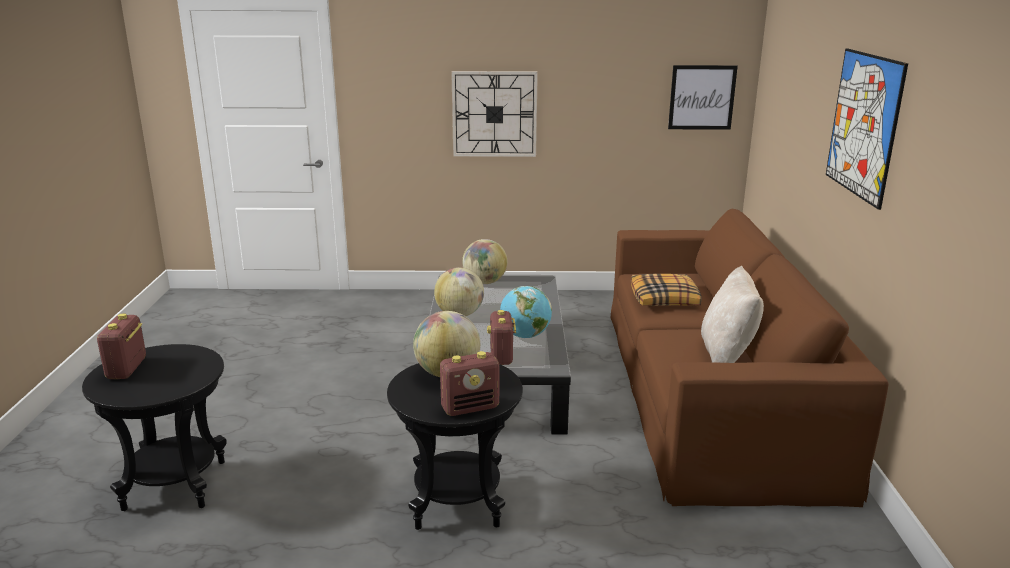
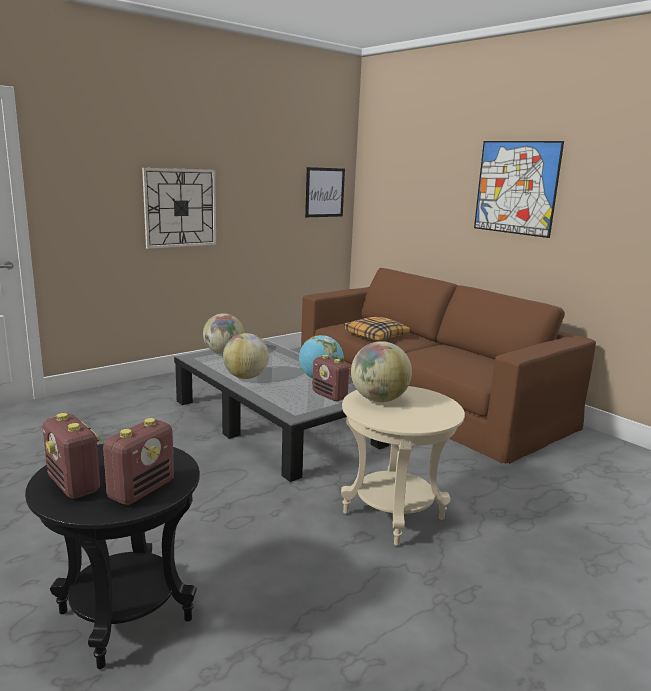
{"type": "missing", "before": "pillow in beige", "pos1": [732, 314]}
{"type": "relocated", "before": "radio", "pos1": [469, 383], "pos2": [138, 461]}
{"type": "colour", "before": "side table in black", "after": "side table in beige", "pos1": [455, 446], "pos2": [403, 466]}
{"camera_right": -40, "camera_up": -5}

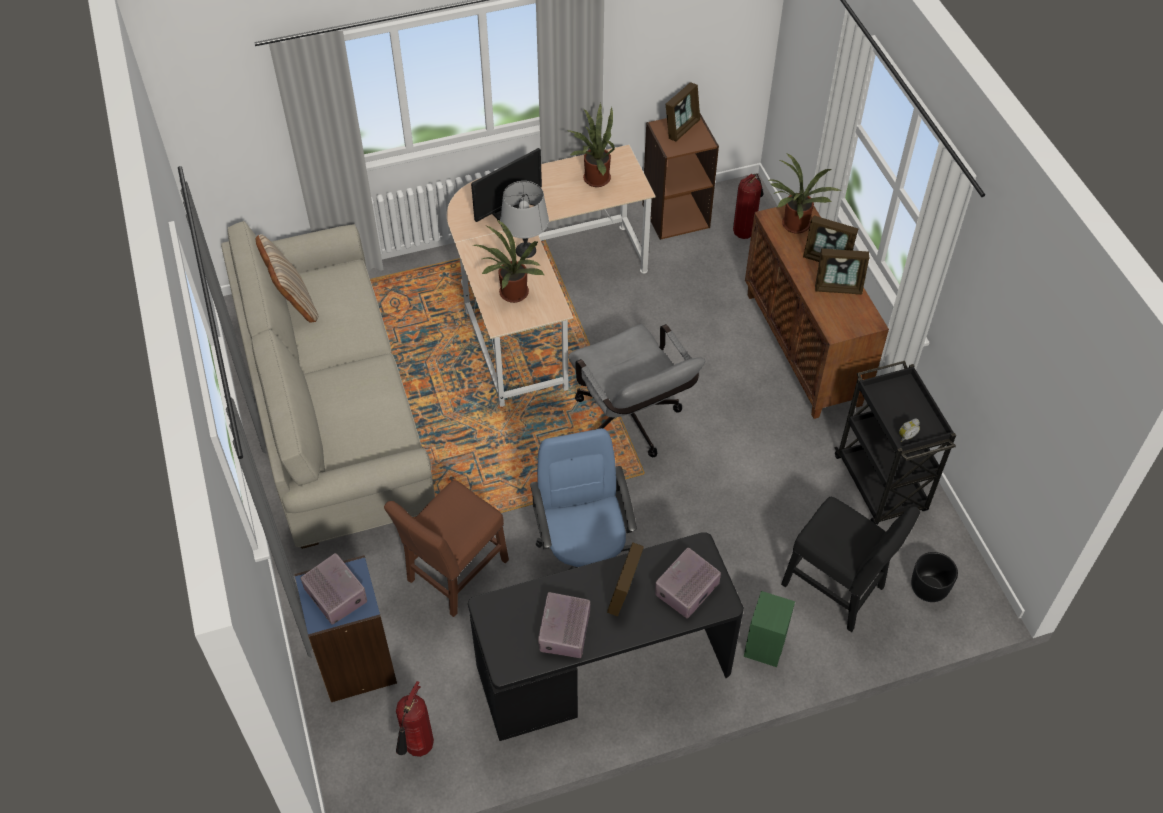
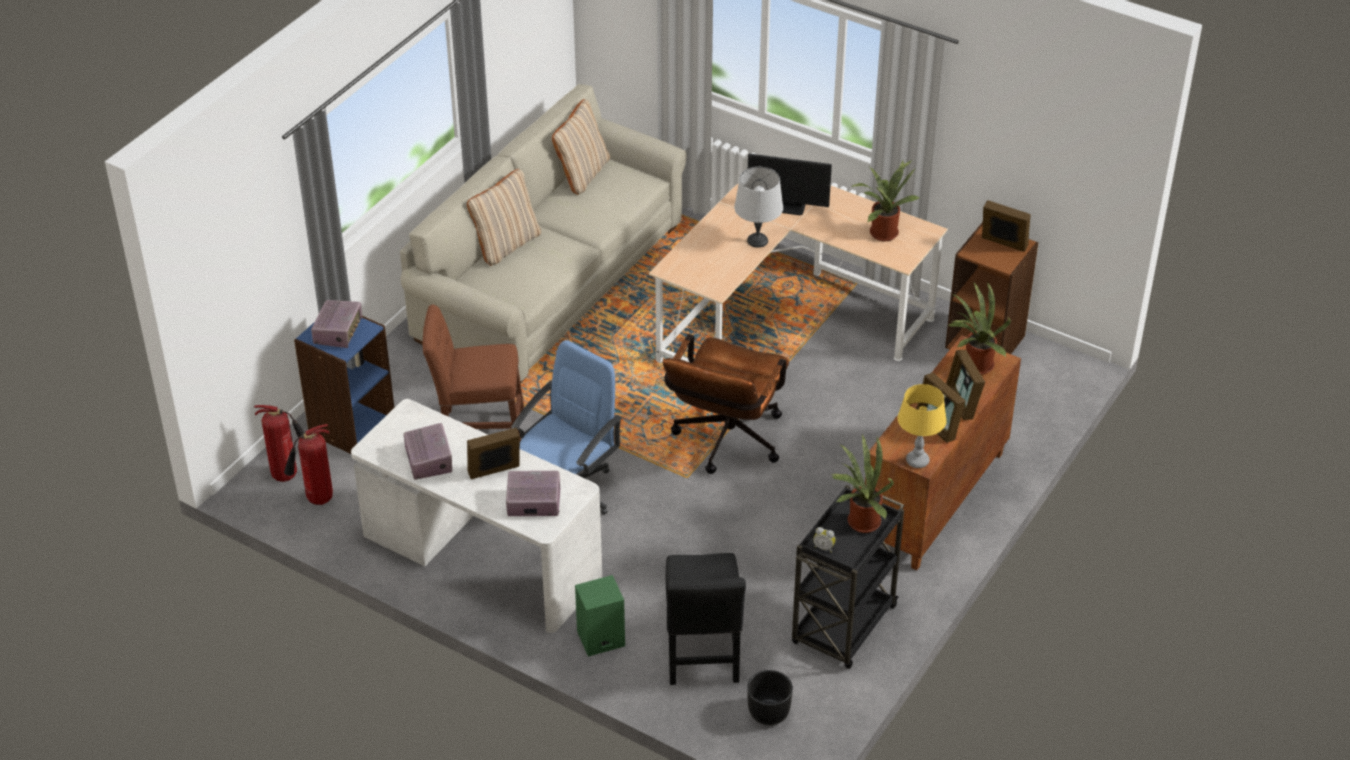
{"type": "appeared", "after": "pillow in beige", "pos2": [504, 217]}
{"type": "appeared", "after": "table lamp in yellow", "pos2": [922, 426]}
{"type": "relocated", "before": "potted plant", "pos1": [508, 261], "pos2": [861, 484]}
{"type": "relocated", "before": "fire extinguisher", "pos1": [748, 206], "pos2": [279, 443]}
{"type": "colour", "before": "desk in black", "after": "desk in white", "pos1": [606, 636], "pos2": [476, 516]}
{"type": "colour", "before": "office chair in grey", "after": "office chair in brown", "pos1": [636, 390], "pos2": [725, 404]}
{"type": "spun", "before": "radio", "pos1": [564, 625], "pos2": [428, 451], "turn": 105}
{"type": "spun", "before": "picture frame", "pos1": [683, 111], "pos2": [1006, 226], "turn": -150}
{"camera_right": 50, "camera_up": -10}

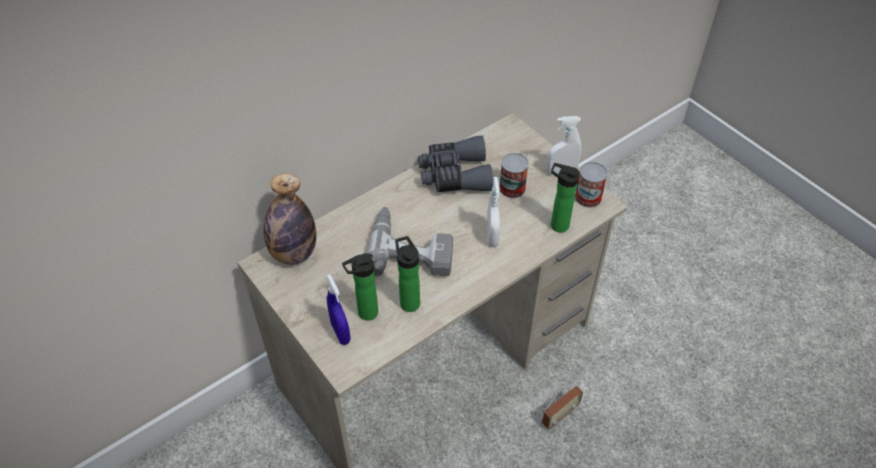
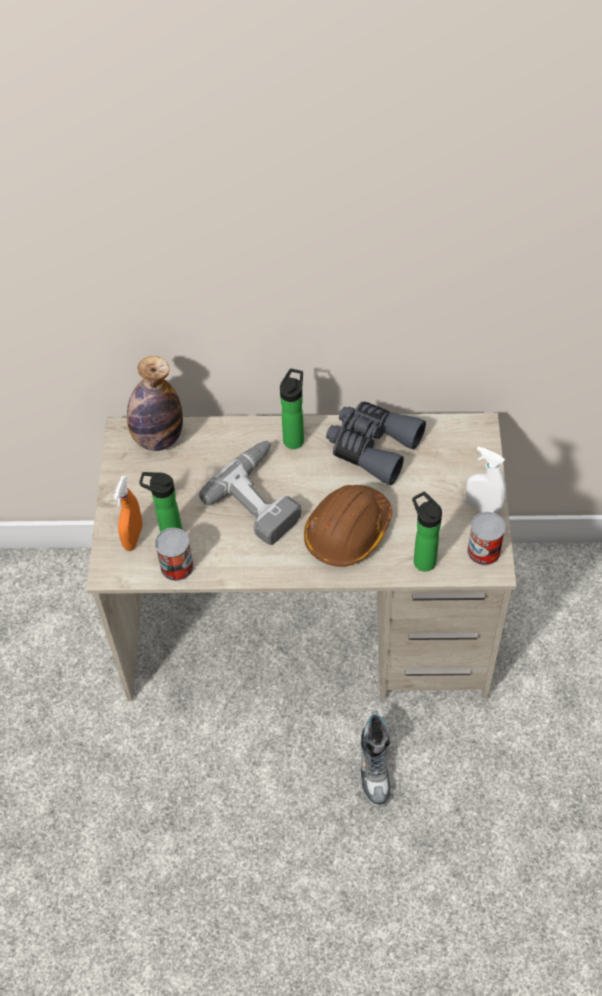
{"type": "relocated", "before": "bottle", "pos1": [407, 274], "pos2": [292, 409]}
{"type": "relocated", "before": "can", "pos1": [514, 175], "pos2": [174, 554]}
{"type": "exchanged", "before": "spray bottle in white", "after": "hard hat in brown", "pos1": [493, 212], "pos2": [348, 526]}
{"type": "exchanged", "before": "radio", "after": "shoe", "pos1": [562, 406], "pos2": [376, 759]}
{"type": "colour", "before": "spray bottle in blue", "after": "spray bottle in orange", "pos1": [338, 309], "pos2": [128, 513]}
{"camera_right": 40, "camera_up": 5}

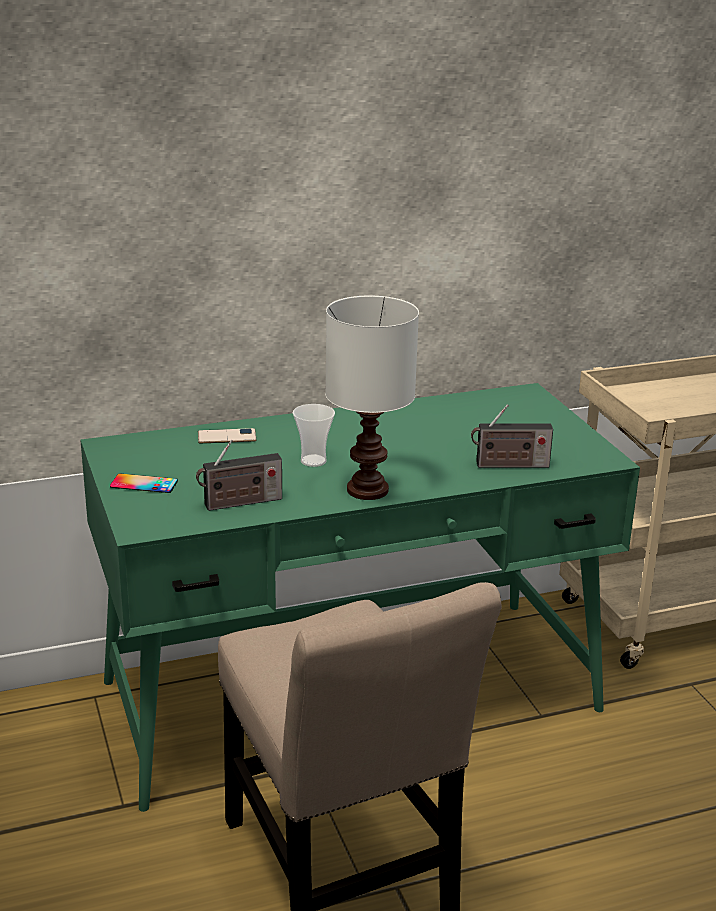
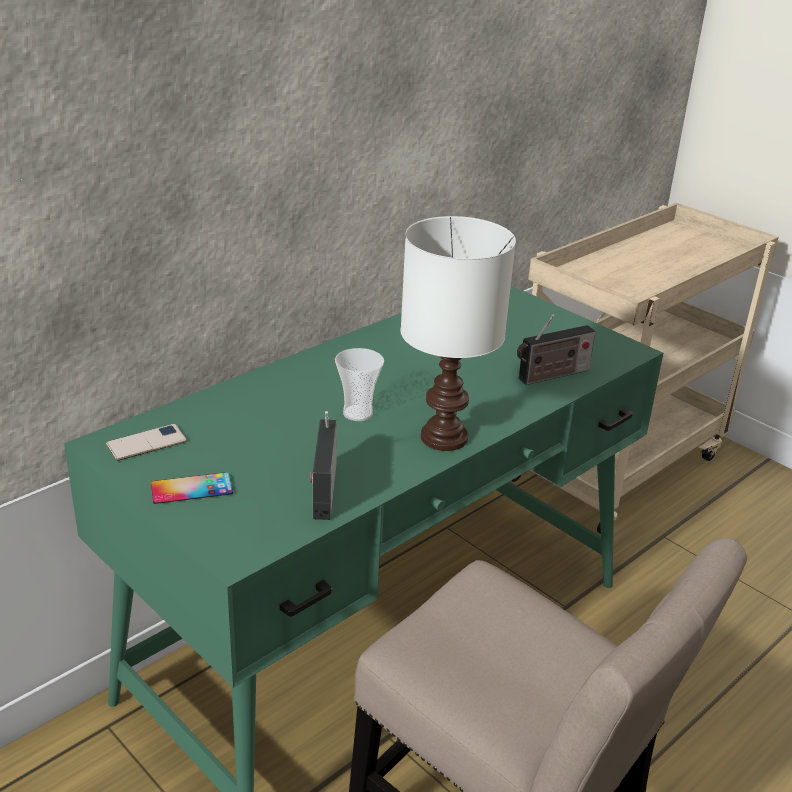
{"type": "relocated", "before": "phone", "pos1": [227, 435], "pos2": [146, 442]}
{"type": "spun", "before": "radio", "pos1": [239, 475], "pos2": [323, 465], "turn": 135}
{"camera_right": -25, "camera_up": 5}

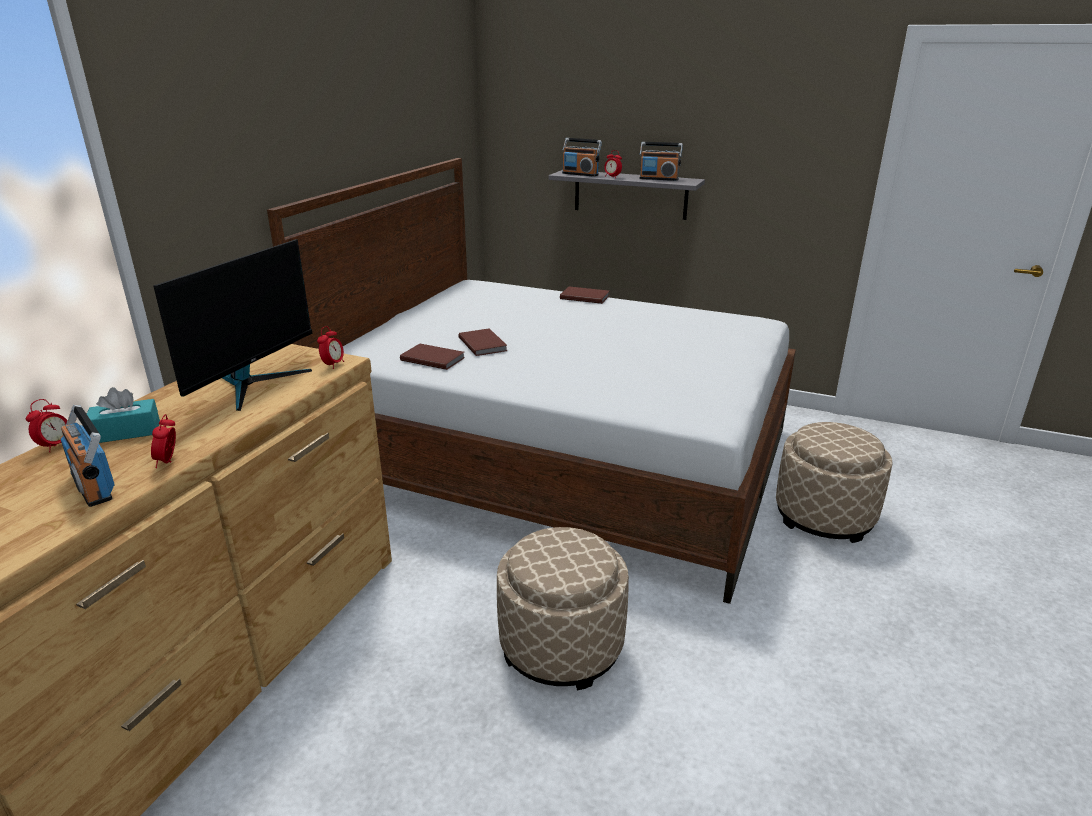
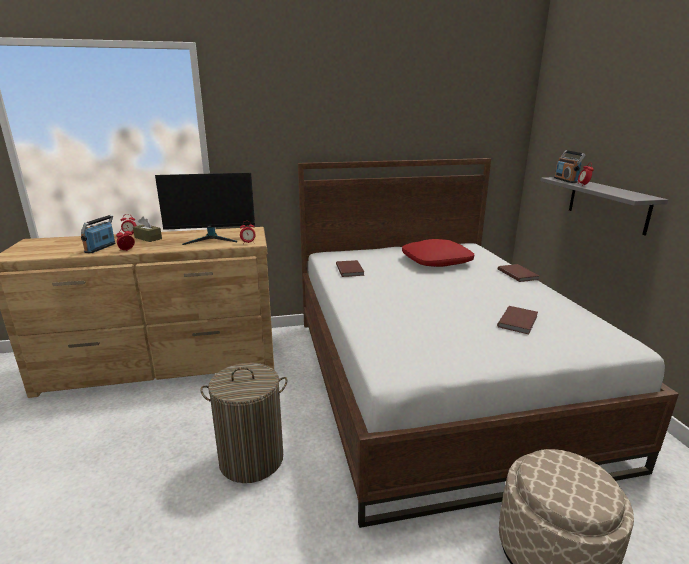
{"type": "missing", "before": "radio", "pos1": [661, 161]}
{"type": "appeared", "after": "pillow in red", "pos2": [438, 253]}
{"type": "relocated", "before": "book in brown", "pos1": [482, 342], "pos2": [517, 320]}
{"type": "exchanged", "before": "ottoman in beige", "after": "laundry basket", "pos1": [563, 608], "pos2": [243, 423]}
{"type": "colour", "before": "tissue box in turquoise", "after": "tissue box in brown", "pos1": [123, 415], "pos2": [147, 229]}
{"camera_right": 55, "camera_up": -5}

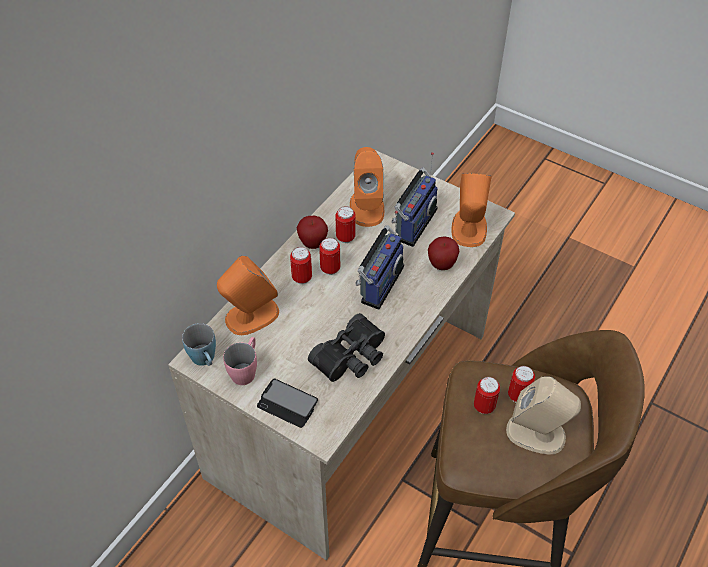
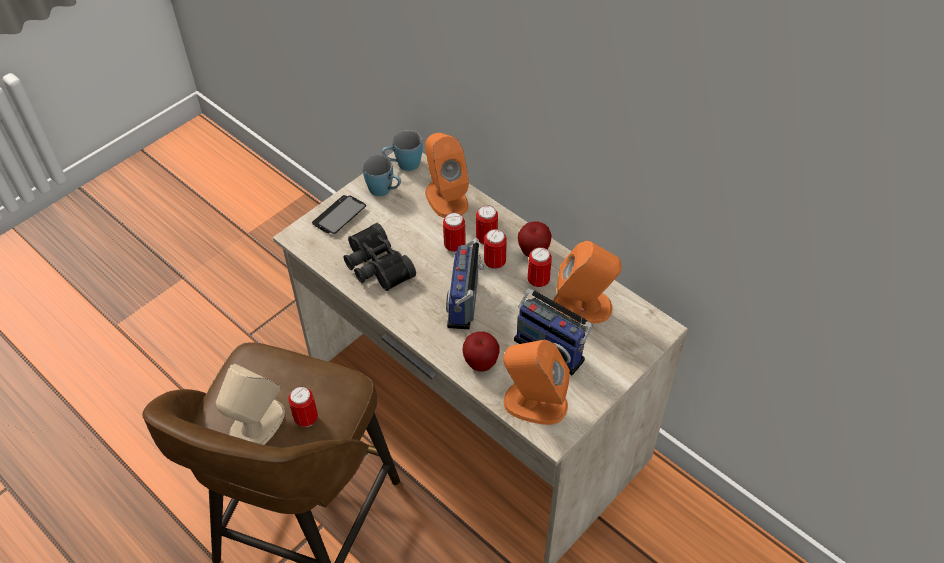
{"type": "relocated", "before": "can", "pos1": [487, 395], "pos2": [454, 232]}
{"type": "colour", "before": "mug in pink", "after": "mug in blue", "pos1": [240, 361], "pos2": [381, 175]}
{"type": "spun", "before": "radio", "pos1": [380, 260], "pos2": [465, 283], "turn": 60}
{"camera_right": 100, "camera_up": 0}

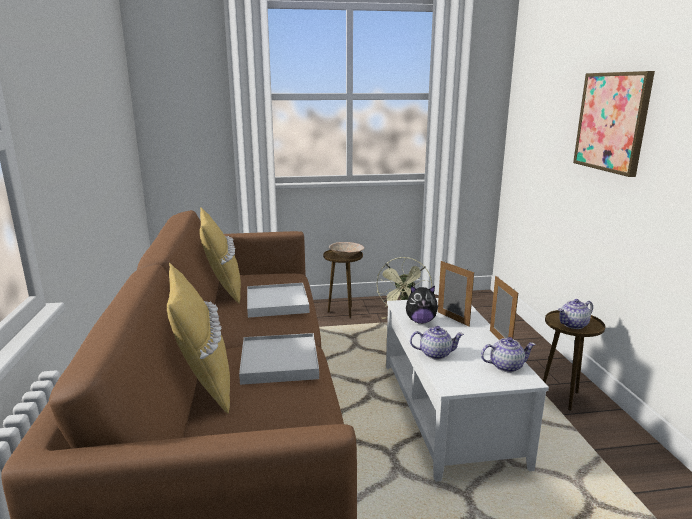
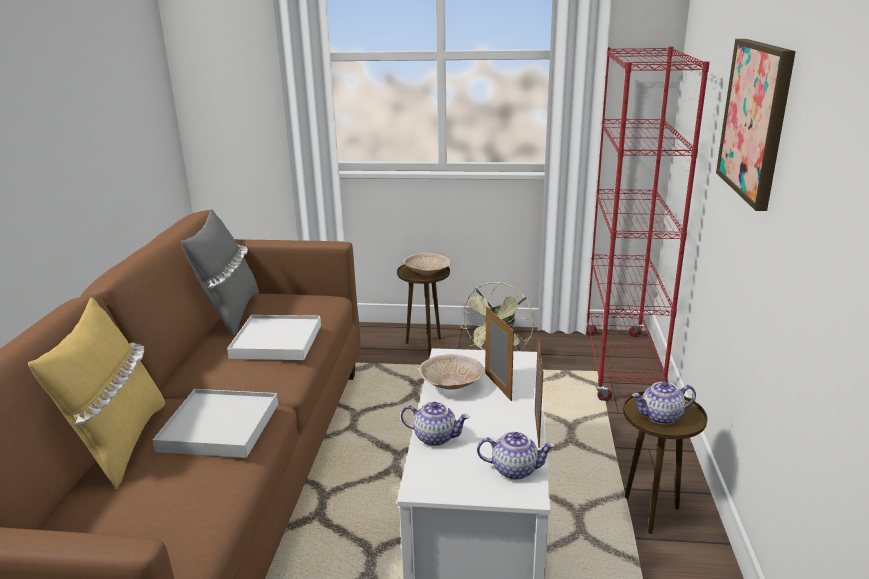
{"type": "appeared", "after": "bookcase in red", "pos2": [648, 223]}
{"type": "exchanged", "before": "plush toy", "after": "bowl in beige", "pos1": [422, 305], "pos2": [451, 372]}
{"type": "colour", "before": "pillow in yellow", "after": "pillow in grey", "pos1": [220, 255], "pos2": [220, 273]}
{"camera_right": 15, "camera_up": 5}

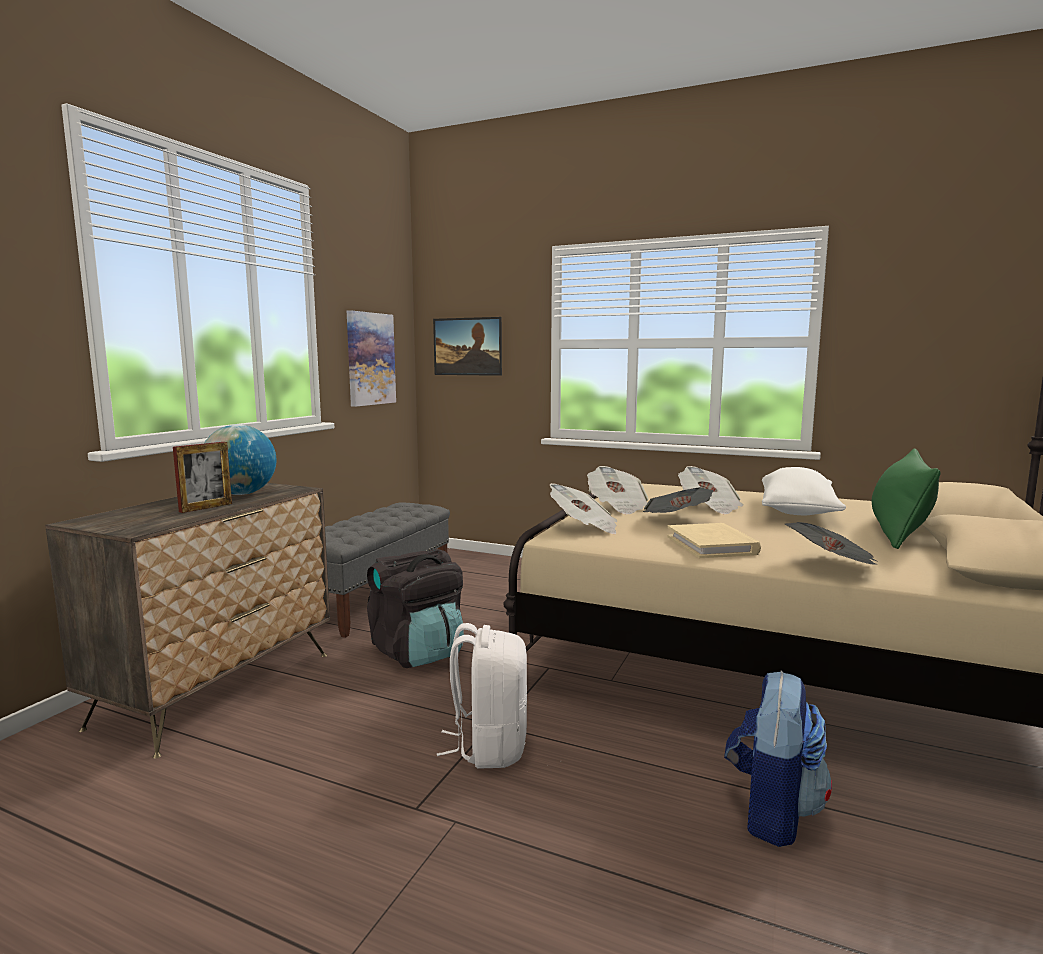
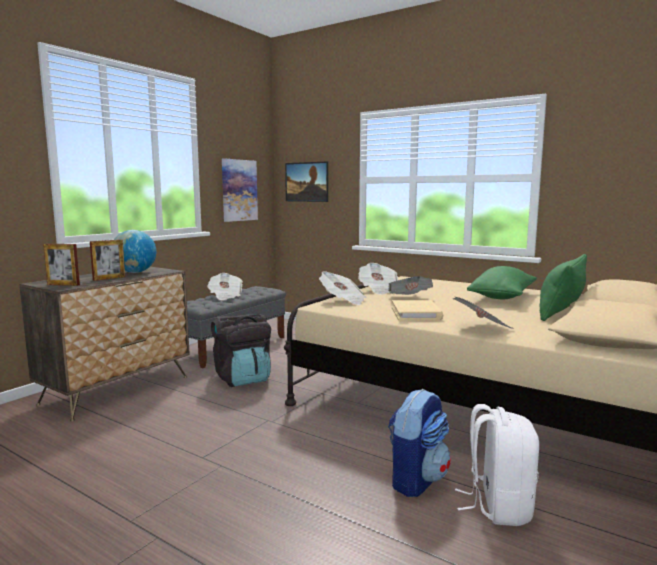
{"type": "appeared", "after": "picture frame", "pos2": [61, 265]}
{"type": "relocated", "before": "backpack in white", "pos1": [482, 696], "pos2": [497, 465]}
{"type": "relocated", "before": "newspaper", "pos1": [710, 490], "pos2": [225, 286]}
{"type": "colour", "before": "pillow in white", "after": "pillow in green", "pos1": [804, 491], "pos2": [502, 282]}
{"camera_right": 10, "camera_up": 0}

